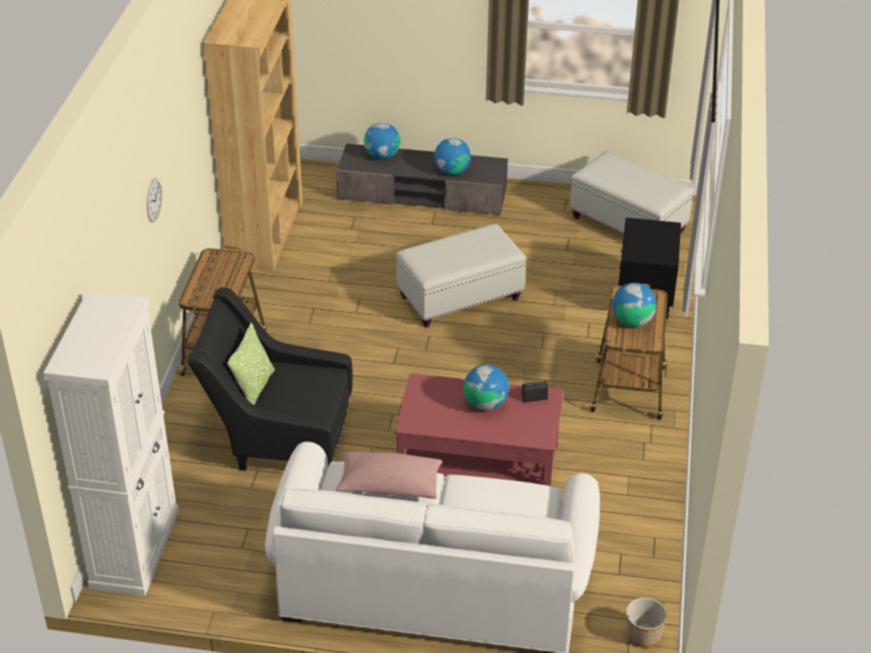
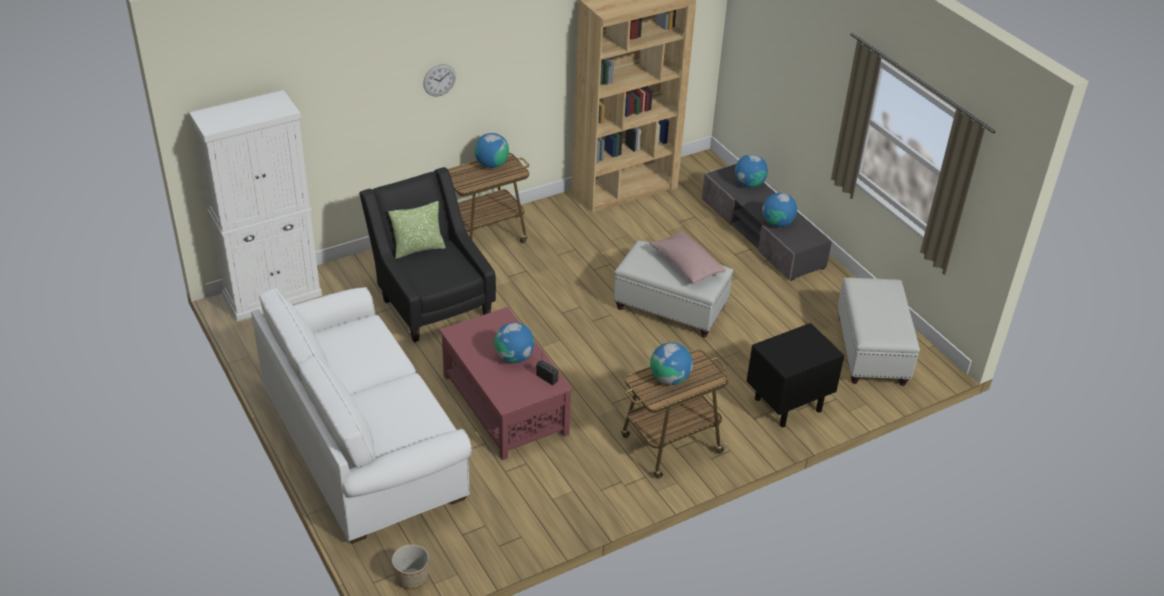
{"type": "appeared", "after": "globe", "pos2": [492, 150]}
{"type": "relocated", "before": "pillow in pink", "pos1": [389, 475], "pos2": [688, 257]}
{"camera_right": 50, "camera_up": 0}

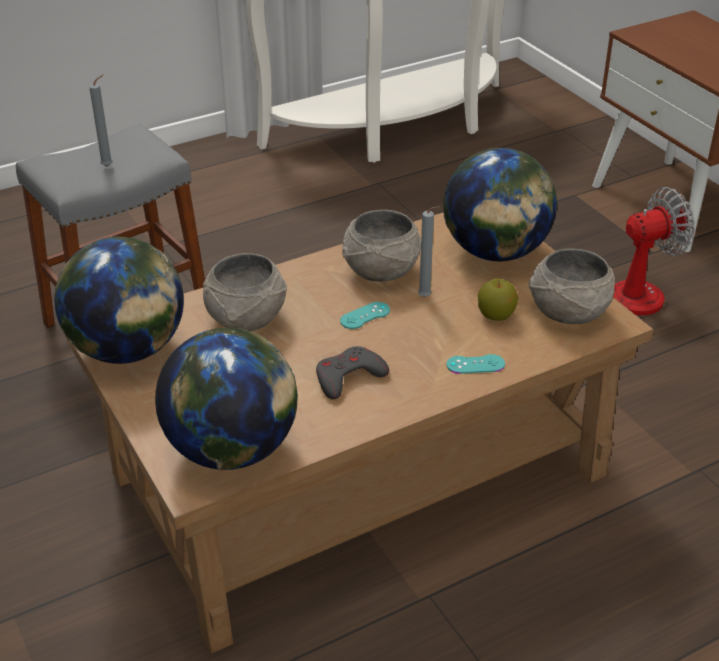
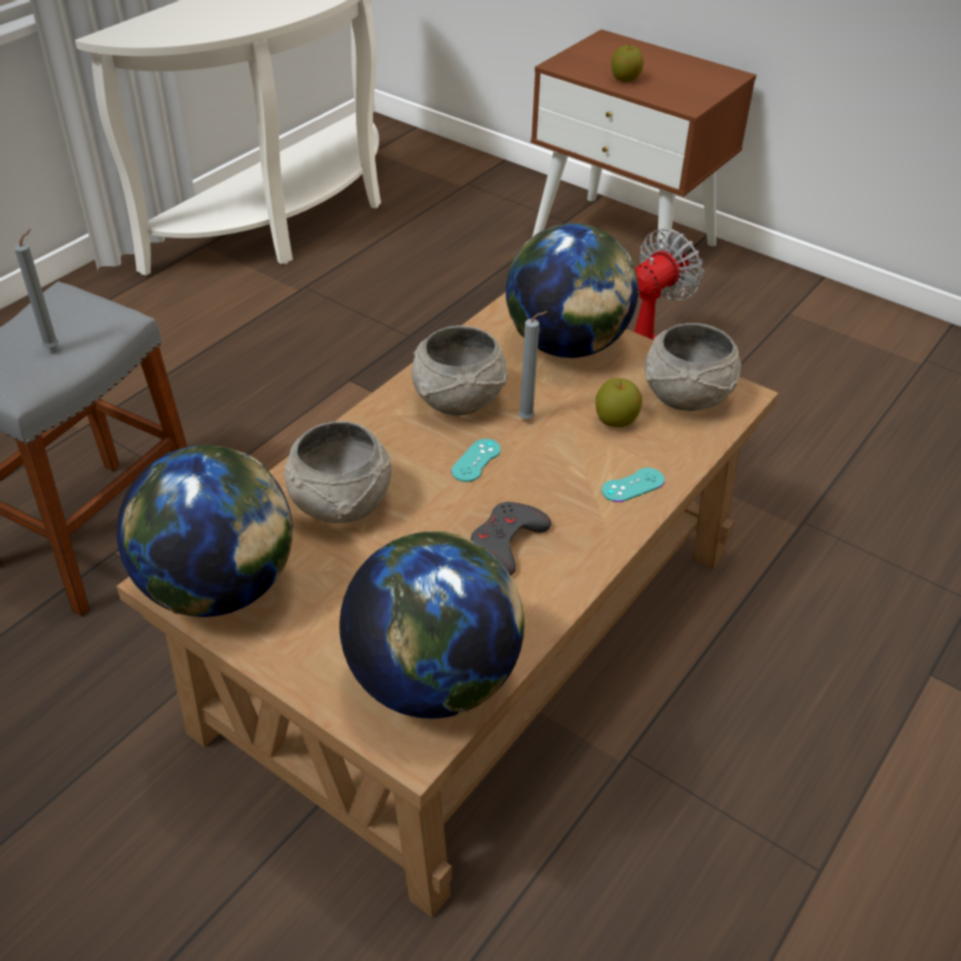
{"type": "appeared", "after": "apple", "pos2": [627, 63]}
{"camera_right": -25, "camera_up": 5}

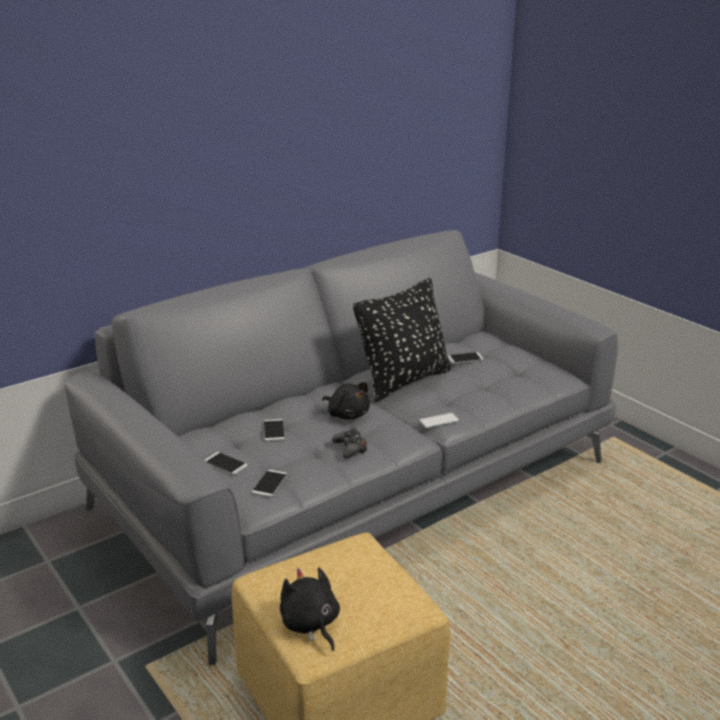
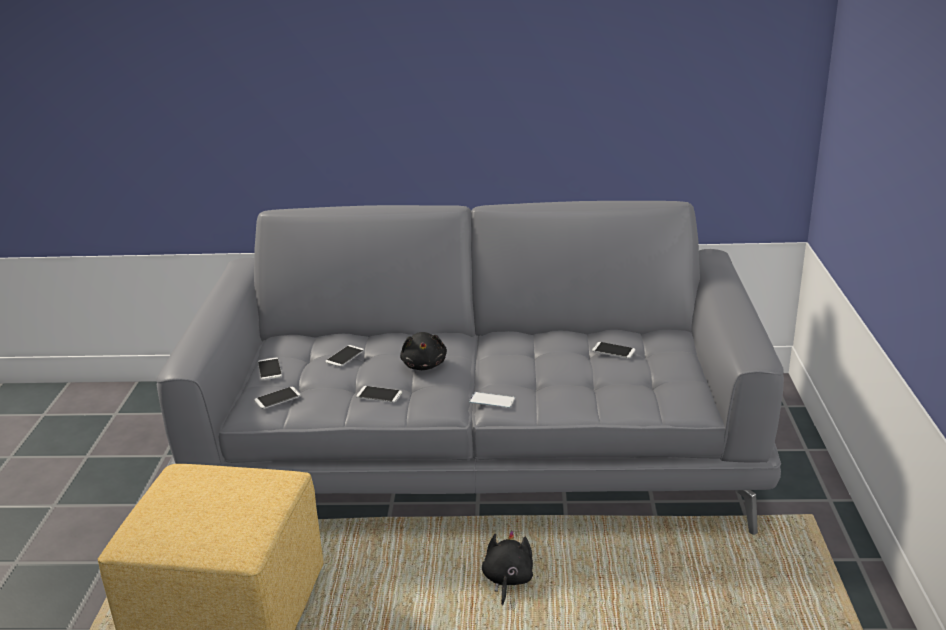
{"type": "missing", "before": "pillow in black", "pos1": [402, 340]}
{"type": "relocated", "before": "plush toy in black", "pos1": [310, 609], "pos2": [507, 568]}
{"type": "exchanged", "before": "game controller in black", "after": "phone", "pos1": [349, 443], "pos2": [379, 394]}
{"camera_right": 40, "camera_up": 0}

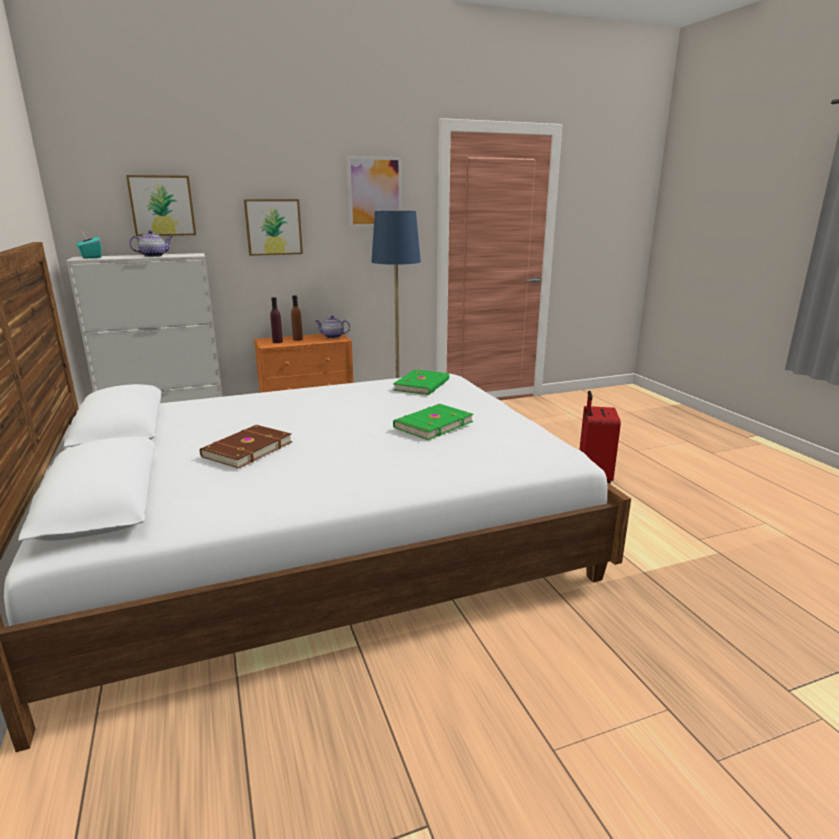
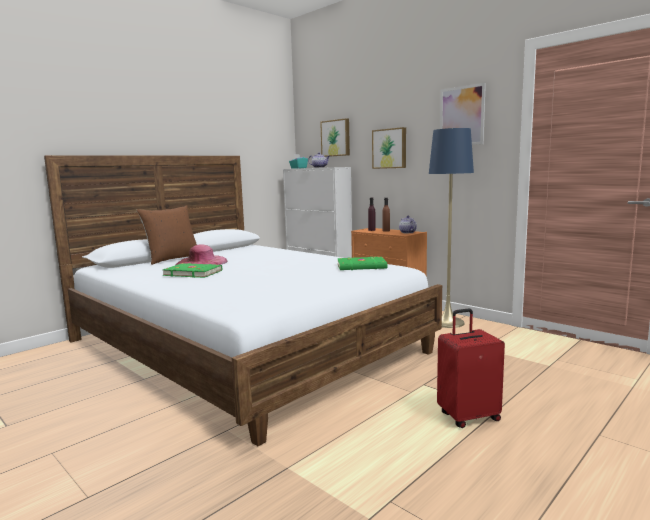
{"type": "appeared", "after": "pillow in brown", "pos2": [166, 235]}
{"type": "relocated", "before": "book in green", "pos1": [433, 422], "pos2": [192, 270]}
{"type": "exchanged", "before": "book in brown", "after": "hat in pink", "pos1": [246, 447], "pos2": [201, 254]}
{"camera_right": 65, "camera_up": -10}

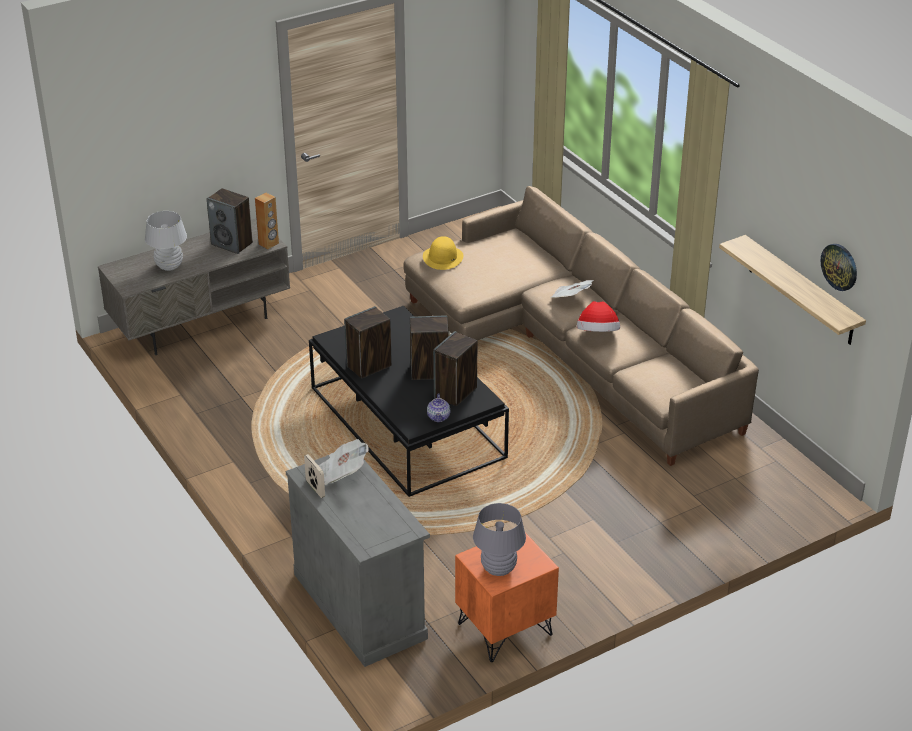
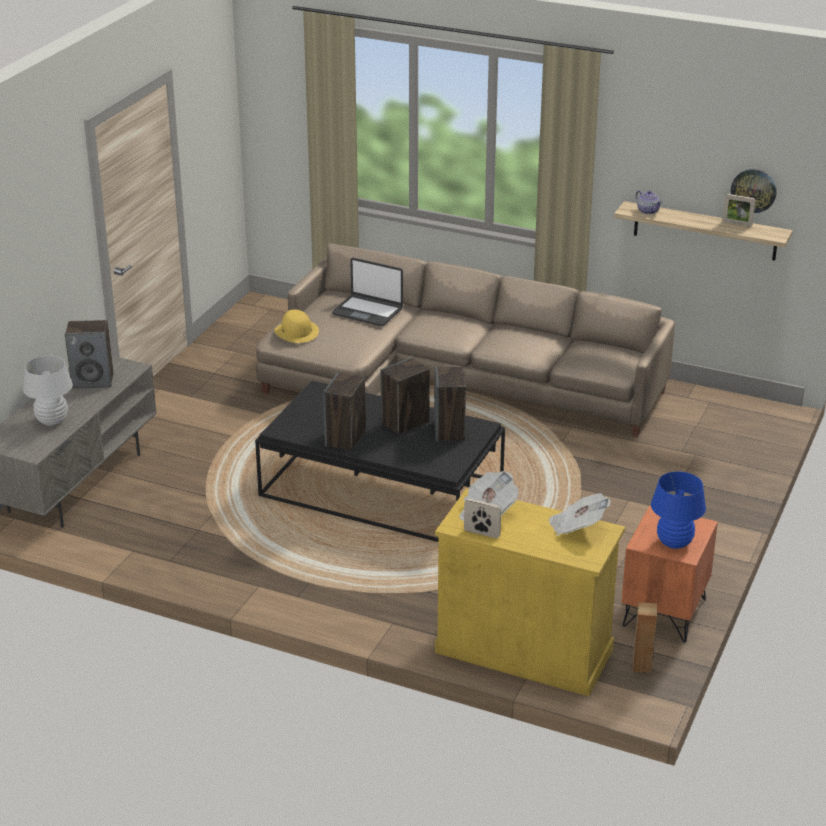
{"type": "missing", "before": "hat", "pos1": [598, 316]}
{"type": "appeared", "after": "laptop", "pos2": [367, 292]}
{"type": "appeared", "after": "picture frame", "pos2": [738, 210]}
{"type": "relocated", "before": "speaker in brown", "pos1": [267, 221], "pos2": [645, 638]}
{"type": "relocated", "before": "teapot", "pos1": [438, 408], "pos2": [649, 202]}
{"type": "relocated", "before": "newspaper", "pos1": [572, 289], "pos2": [580, 514]}
{"type": "colour", "before": "cabinet in grey", "after": "cabinet in yellow", "pos1": [358, 561], "pos2": [530, 592]}
{"type": "colour", "before": "table lamp in grey", "after": "table lamp in blue", "pos1": [499, 539], "pos2": [678, 510]}
{"camera_right": -35, "camera_up": -5}

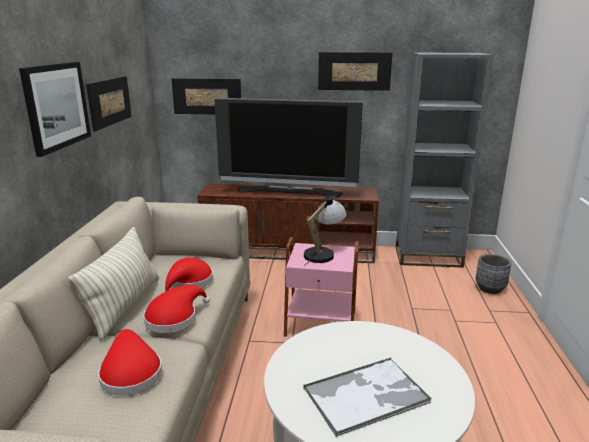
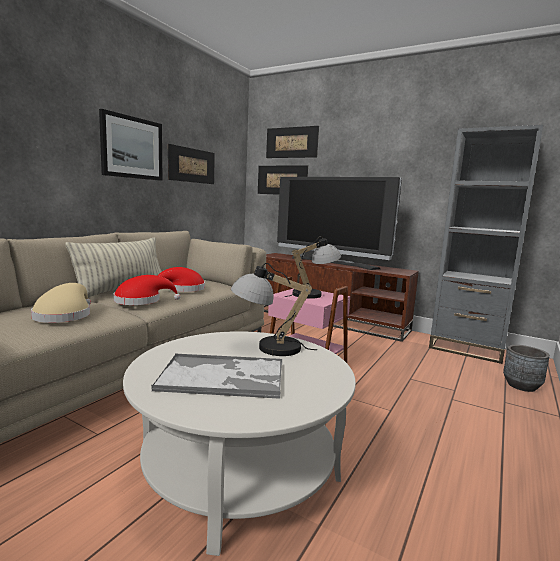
{"type": "appeared", "after": "table lamp", "pos2": [274, 309]}
{"type": "relocated", "before": "picture", "pos1": [355, 71], "pos2": [292, 142]}
{"type": "colour", "before": "hat in red", "after": "hat in beige", "pos1": [130, 362], "pos2": [61, 303]}
{"camera_right": 25, "camera_up": -10}

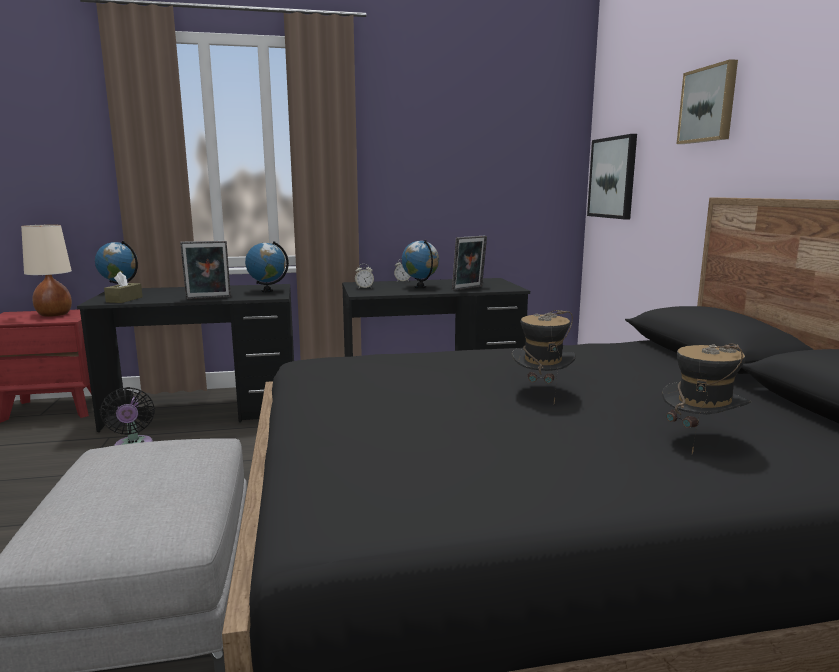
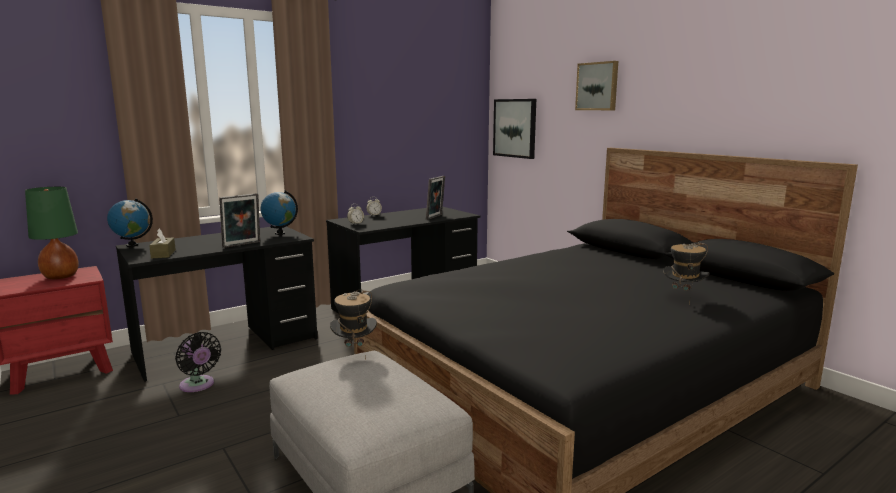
{"type": "missing", "before": "globe", "pos1": [420, 264]}
{"type": "relocated", "before": "hat", "pos1": [544, 356], "pos2": [353, 325]}
{"type": "colour", "before": "table lamp in beige", "after": "table lamp in green", "pos1": [46, 271], "pos2": [52, 233]}
{"camera_right": -25, "camera_up": 0}

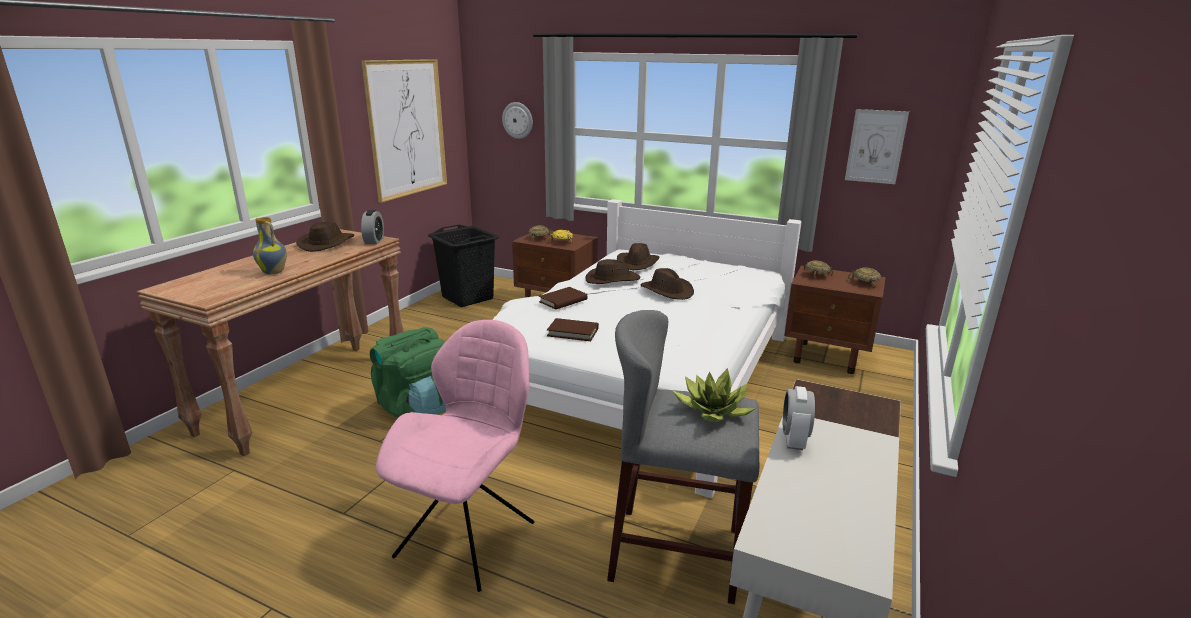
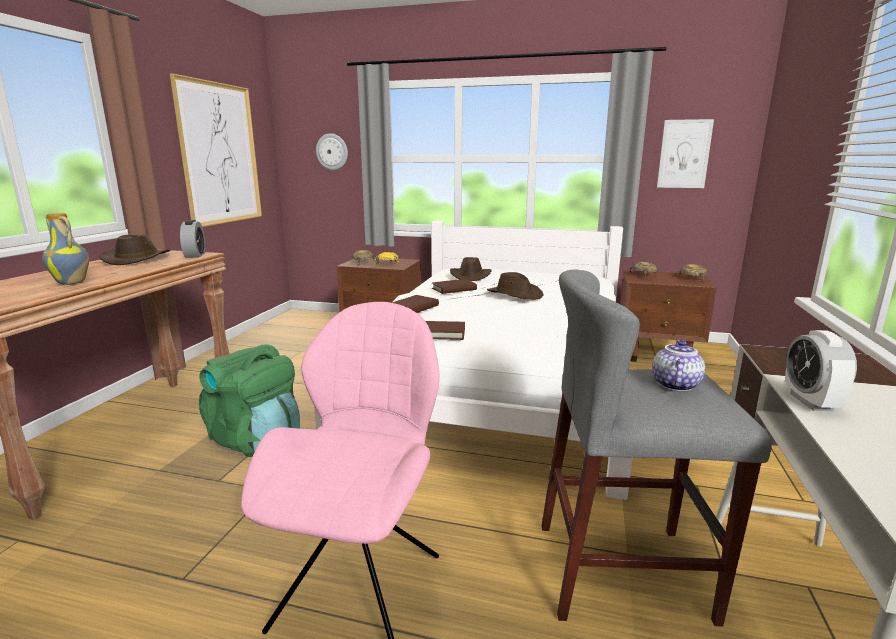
{"type": "missing", "before": "laundry basket in black", "pos1": [463, 265]}
{"type": "exchanged", "before": "hat in brown", "after": "book in brown", "pos1": [612, 271], "pos2": [454, 286]}
{"type": "exchanged", "before": "potted plant", "after": "teapot", "pos1": [714, 395], "pos2": [678, 365]}
{"camera_right": -10, "camera_up": -5}

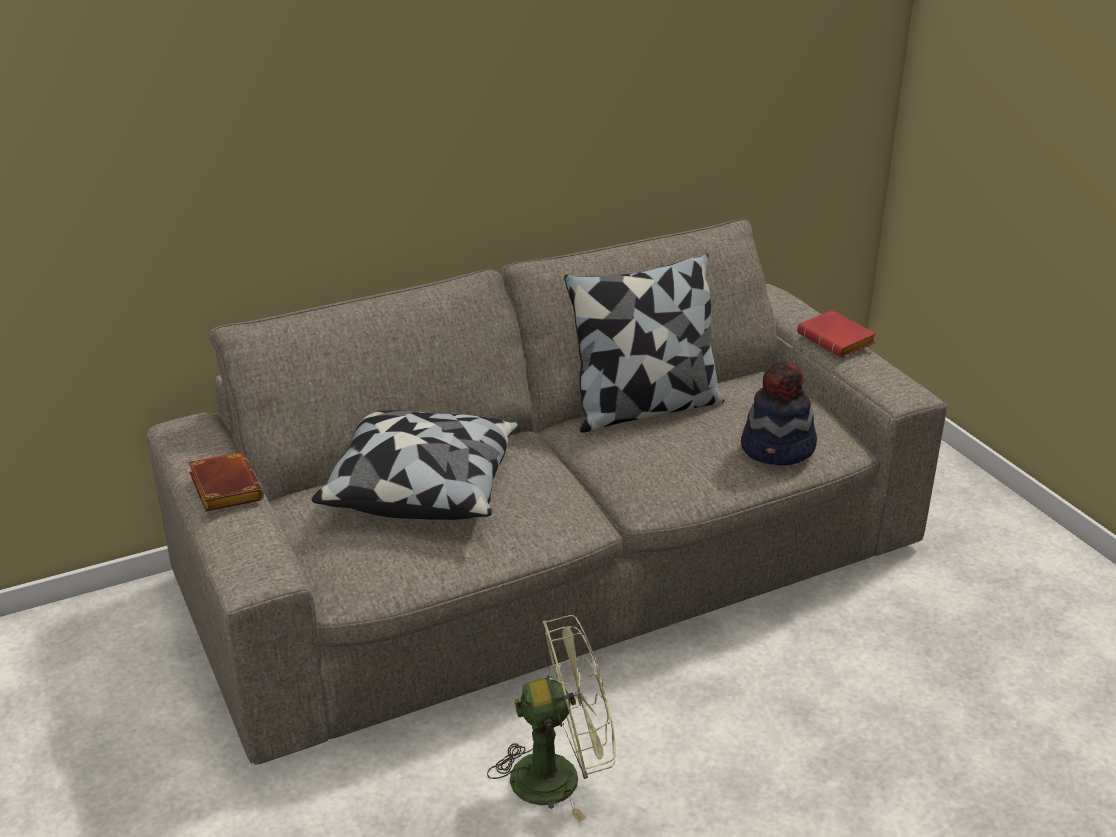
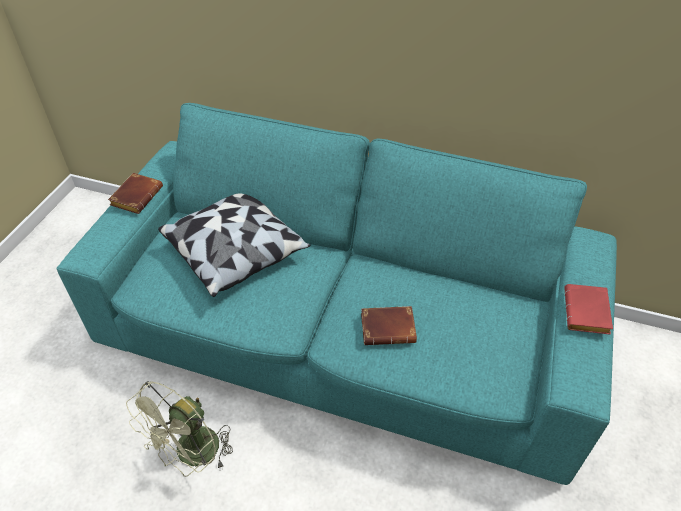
{"type": "missing", "before": "pillow", "pos1": [644, 343]}
{"type": "missing", "before": "hat", "pos1": [779, 413]}
{"type": "appeared", "after": "book in brown", "pos2": [389, 325]}
{"type": "colour", "before": "sofa in beige", "after": "sofa in turquoise", "pos1": [546, 492], "pos2": [336, 294]}
{"type": "spun", "before": "fan in green", "pos1": [551, 718], "pos2": [179, 429], "turn": 90}
{"camera_right": 45, "camera_up": 15}

